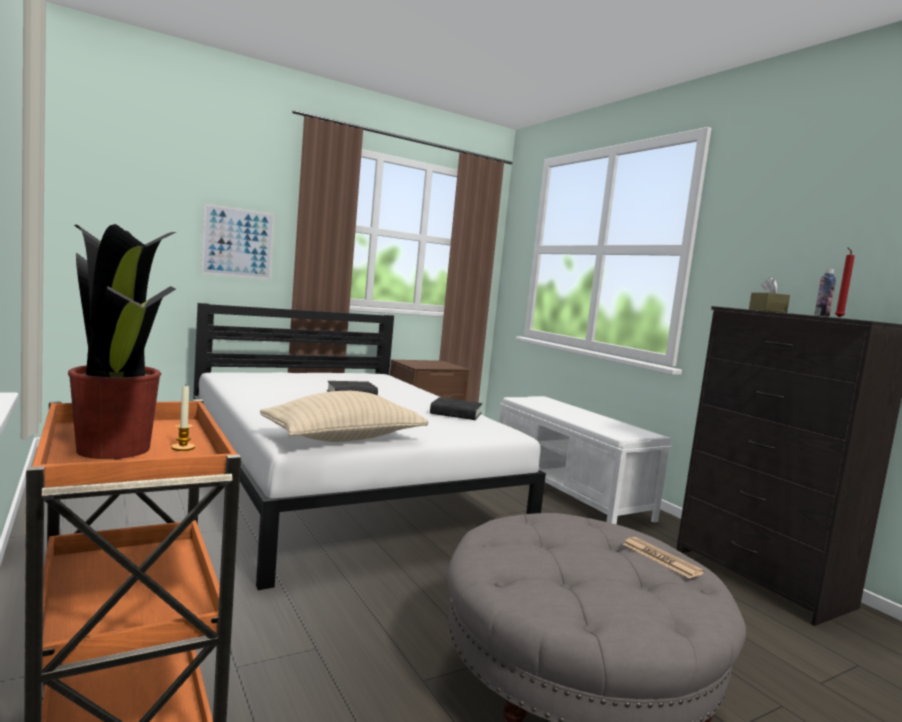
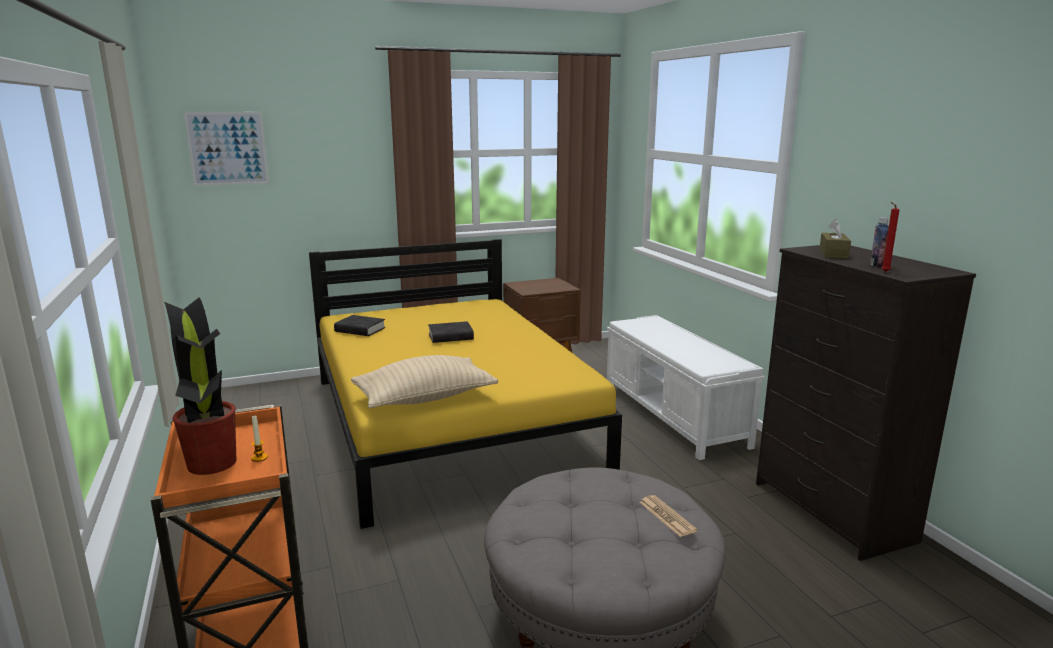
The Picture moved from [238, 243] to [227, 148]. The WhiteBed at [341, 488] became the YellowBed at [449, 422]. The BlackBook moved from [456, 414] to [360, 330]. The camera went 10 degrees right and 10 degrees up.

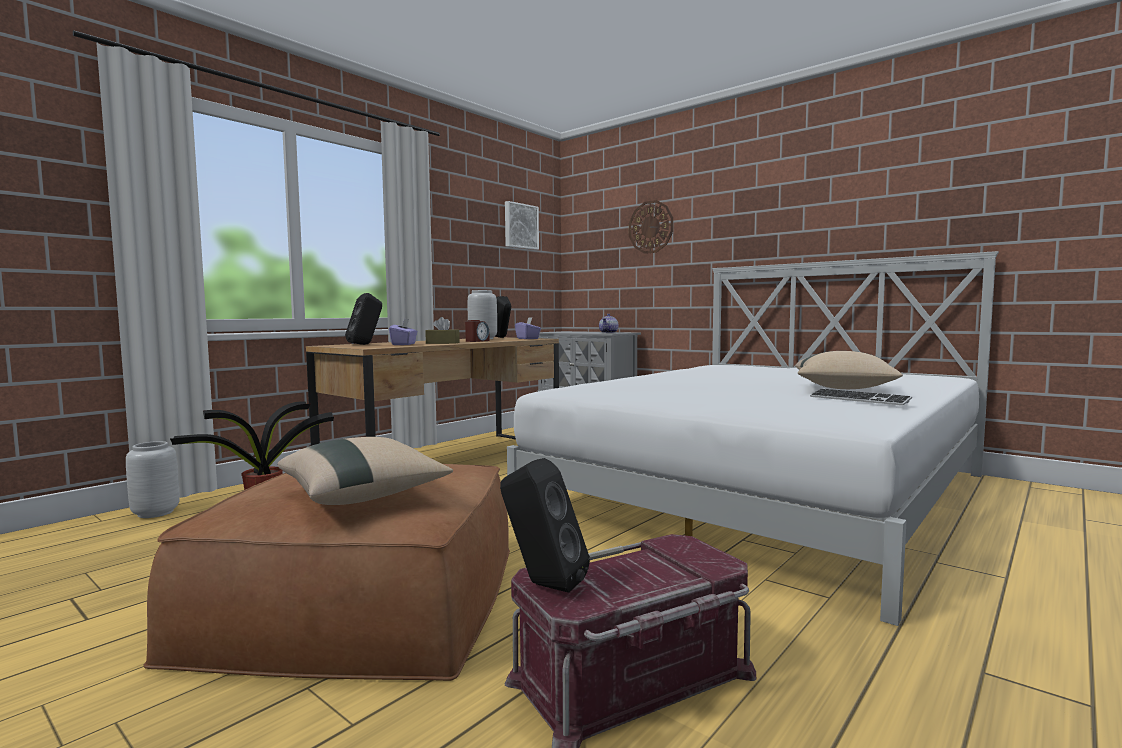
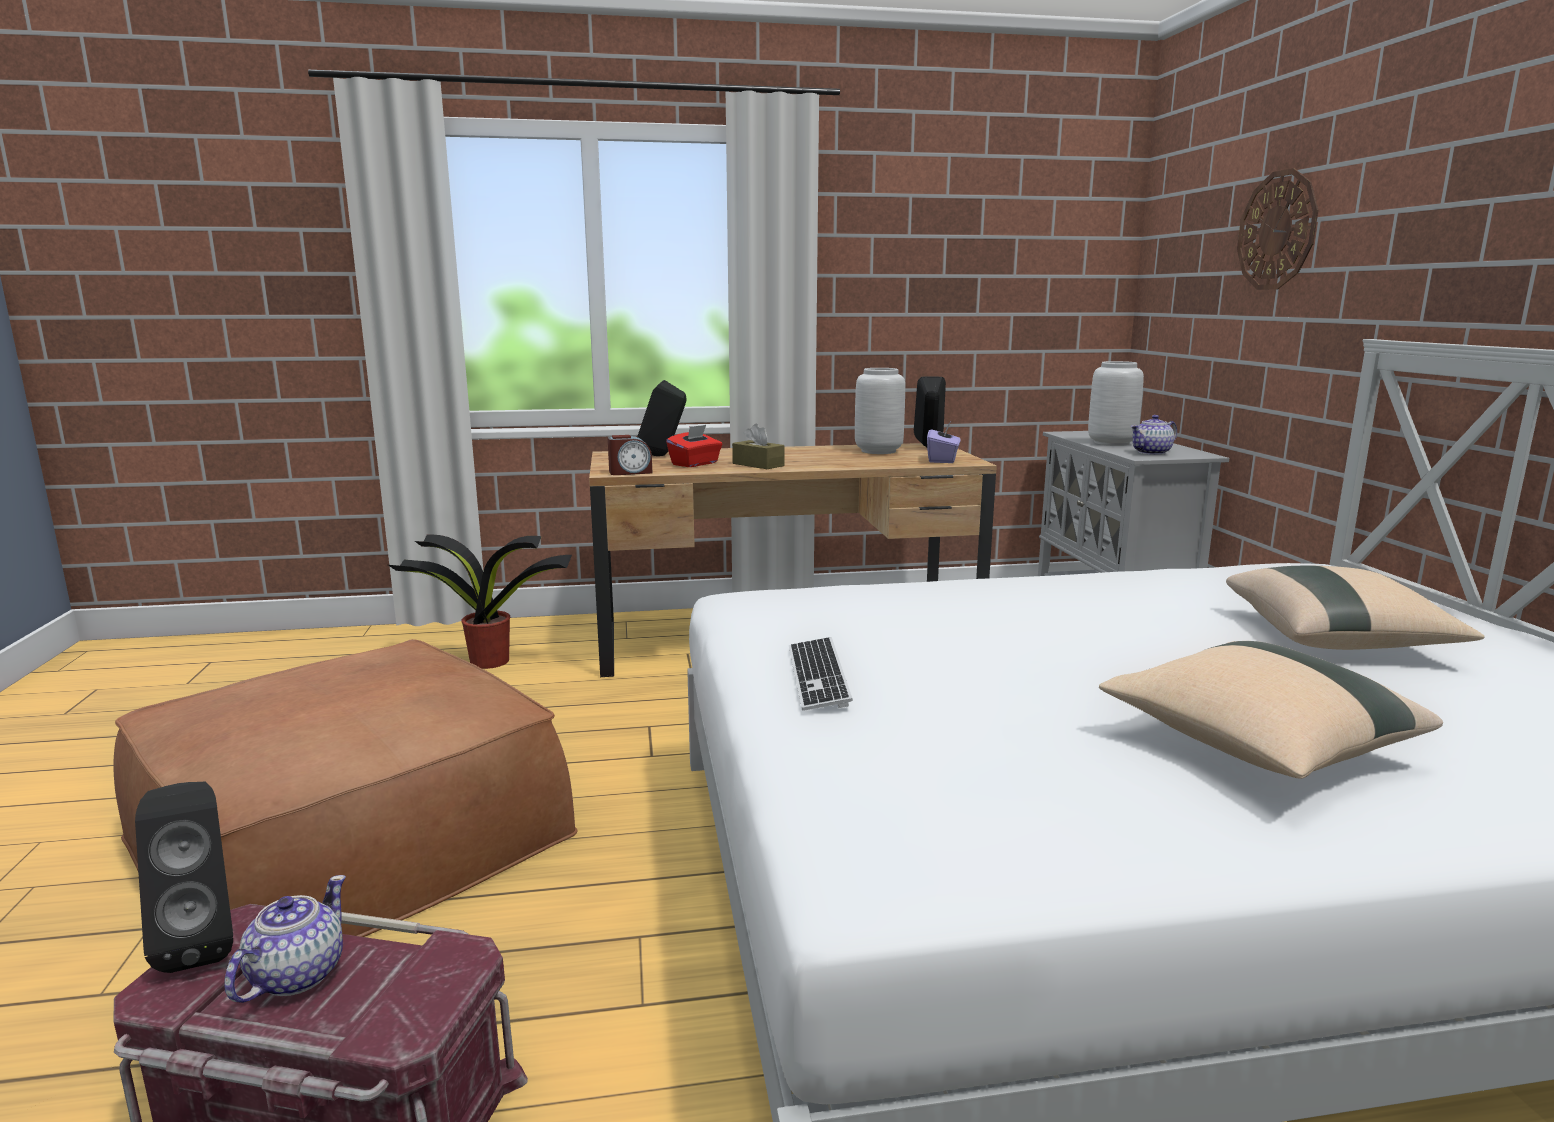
The Picture at [520, 226] disappeared. The PurpleTissueBox at [404, 344] became the RedTissueBox at [695, 464]. The AlarmClock moved from [477, 341] to [630, 472]. The Keyboard moved from [859, 399] to [818, 676]. The BeigePillow moved from [364, 495] to [1338, 640]. The GreyVase moved from [156, 513] to [1112, 443]. The Teapot at [295, 976] appeared. The camera went 40 degrees right and 10 degrees up.

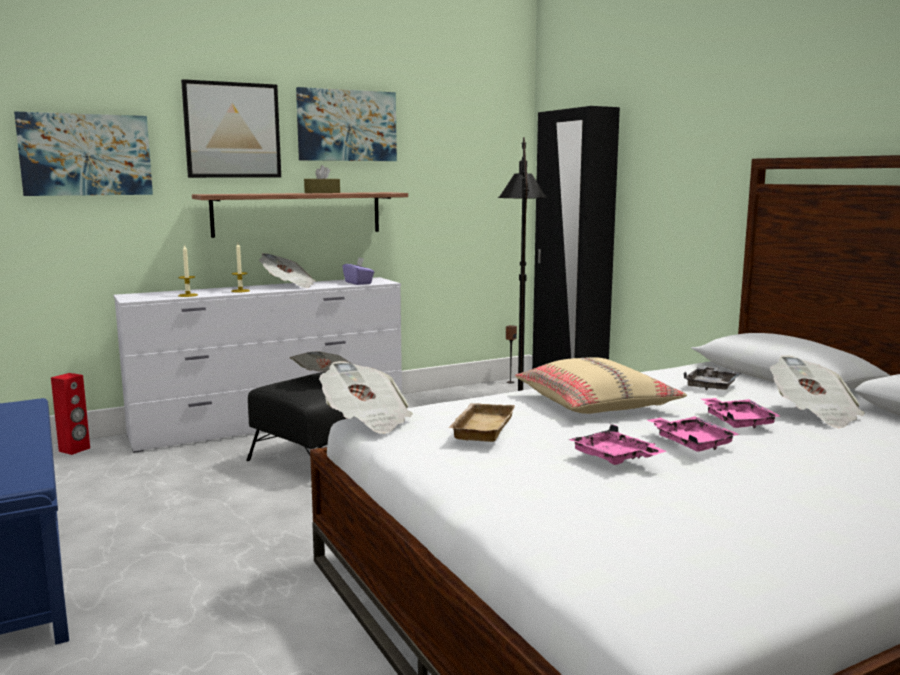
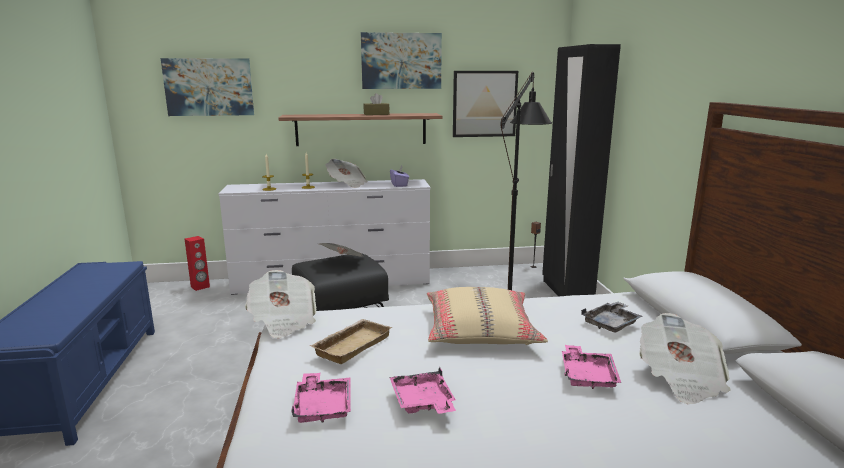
The Picture moved from [232, 130] to [484, 104]. The PinkTray moved from [691, 442] to [323, 406]. The camera went 20 degrees right and 5 degrees up.

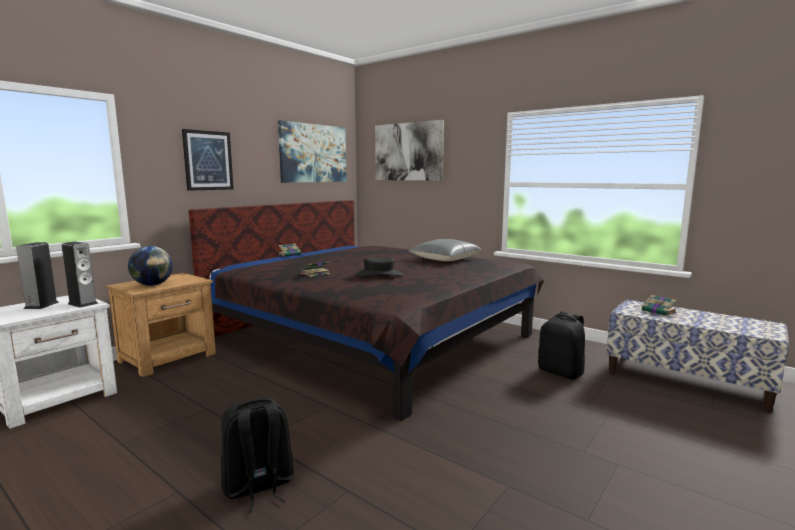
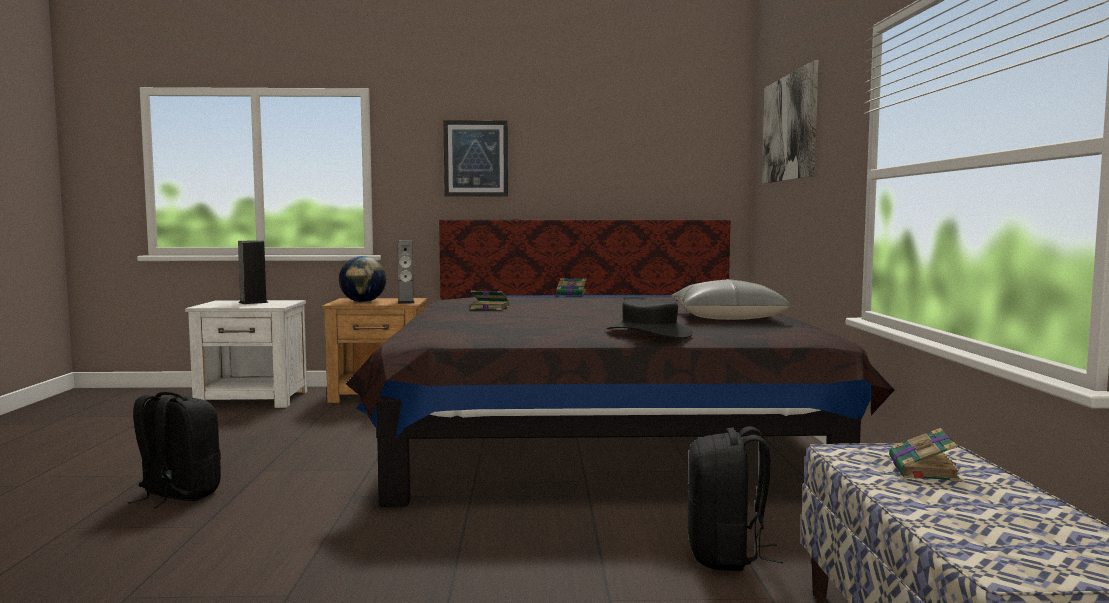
The Picture at [313, 153] disappeared. The Speaker moved from [83, 303] to [406, 302]. The BlackHat moved from [379, 275] to [649, 333]. The camera went 50 degrees right and 5 degrees down.

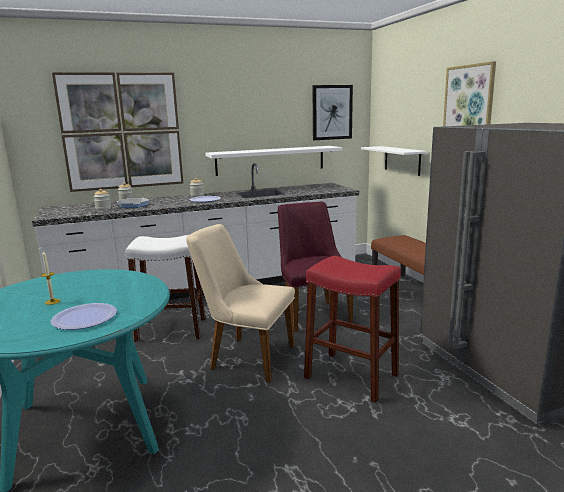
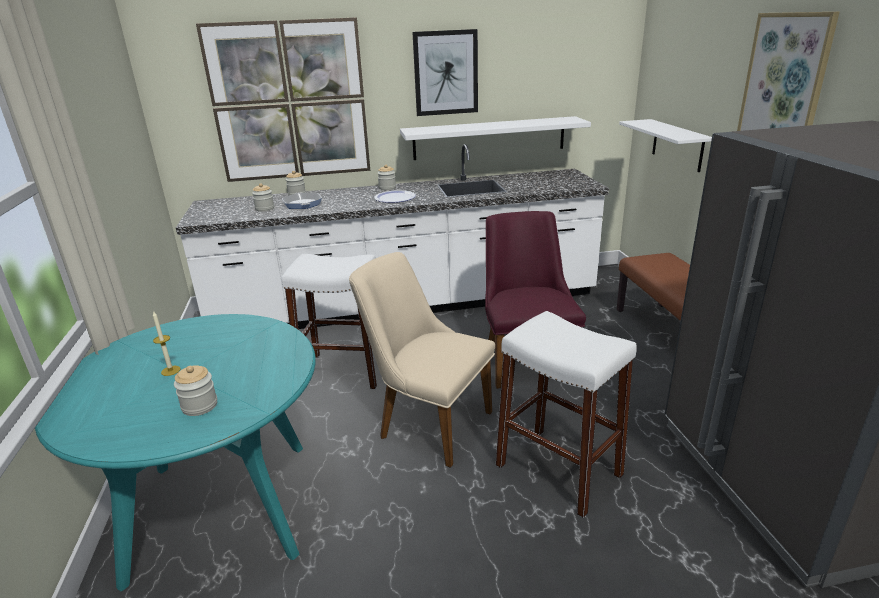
The Picture moved from [332, 112] to [446, 73]. The RedStool at [351, 376] became the WhiteStool at [558, 470]. The Plate at [84, 318] was replaced by the Jar at [200, 406]. The camera went 10 degrees right and 10 degrees up.

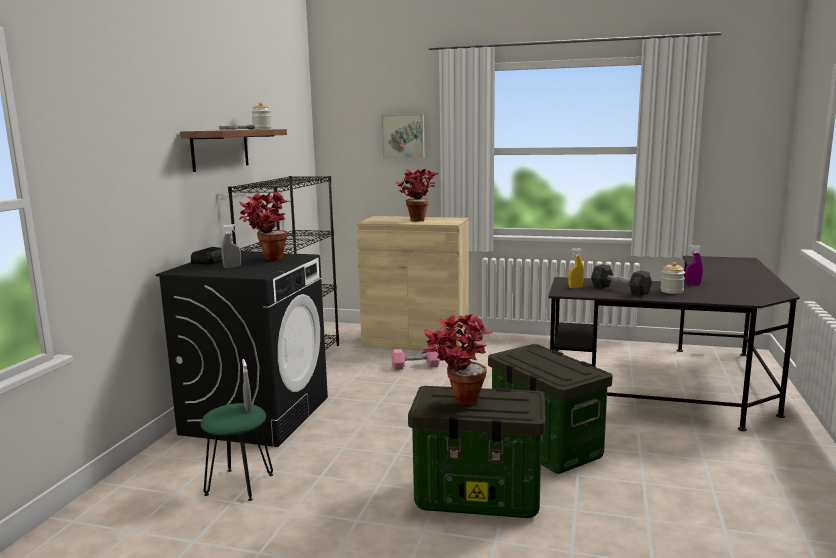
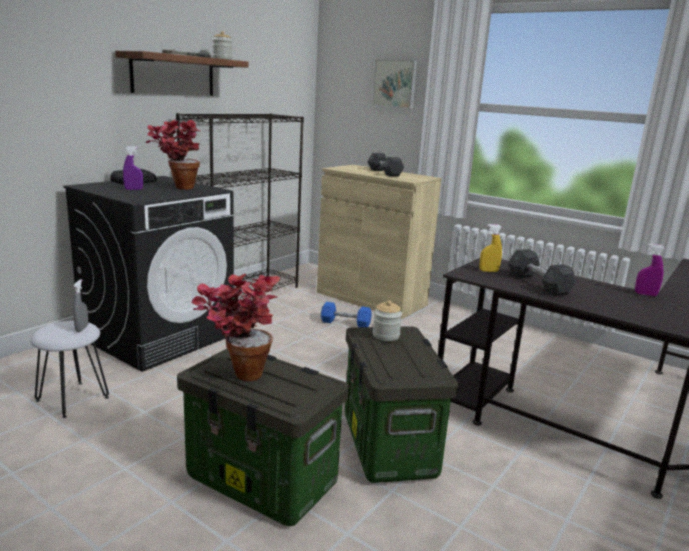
The PottedPlant at [417, 220] was replaced by the GreyDumbbell at [384, 173]. The GreySprayBottle at [232, 267] became the PurpleSprayBottle at [133, 189]. The Jar moved from [671, 291] to [386, 335]. The PinkDumbbell at [415, 366] became the BlueDumbbell at [345, 323]. The GreenStool at [239, 484] became the WhiteStool at [73, 399]. The camera went 20 degrees right and 5 degrees up.

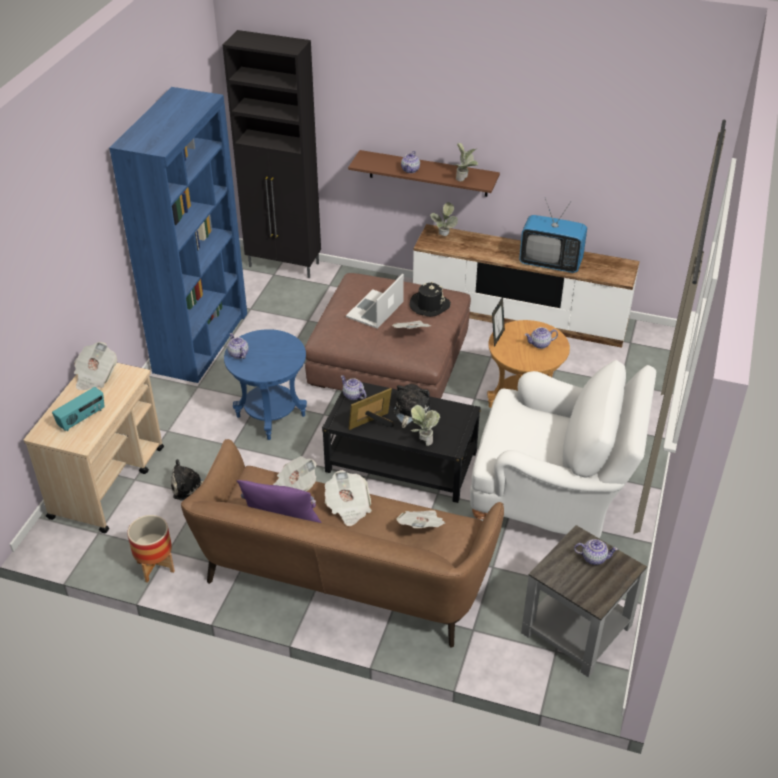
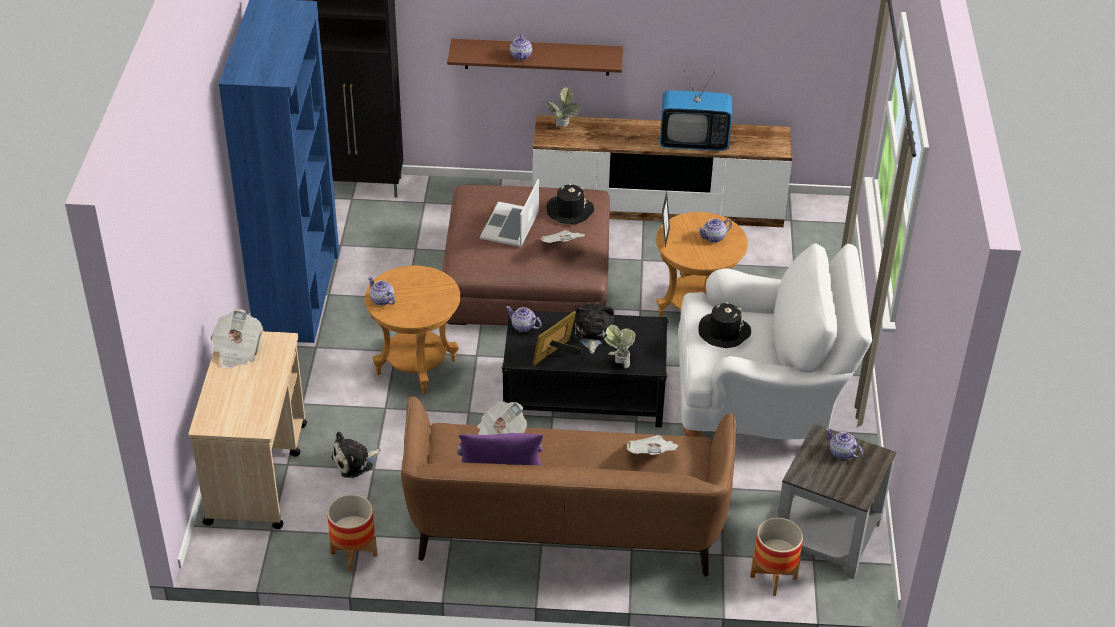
The PottedPlant at [464, 179] disappeared. The BlueSideTable at [270, 416] became the BrownSideTable at [416, 367]. The Radio at [82, 418] disappeared. The Newspaper at [348, 507] disappeared. The Teapot at [593, 558] turned 135 degrees counterclockwise. The BlackHat at [724, 332] appeared. The Planter at [773, 578] appeared. The camera went 15 degrees left and 0 degrees up.

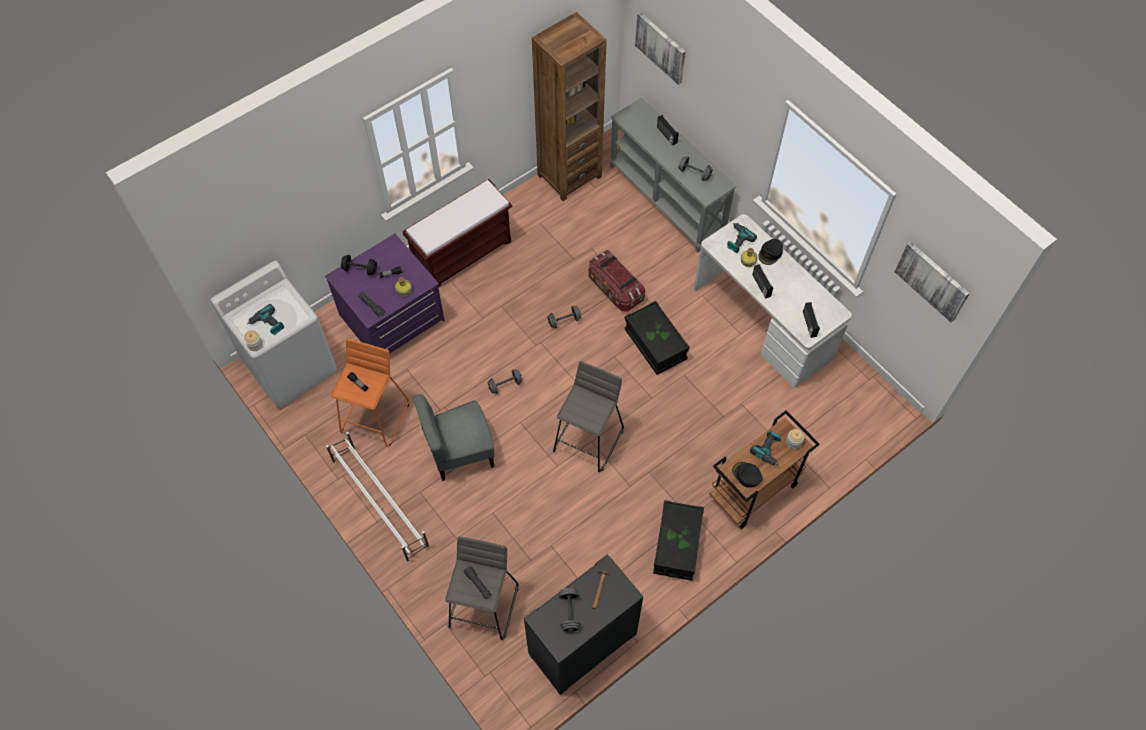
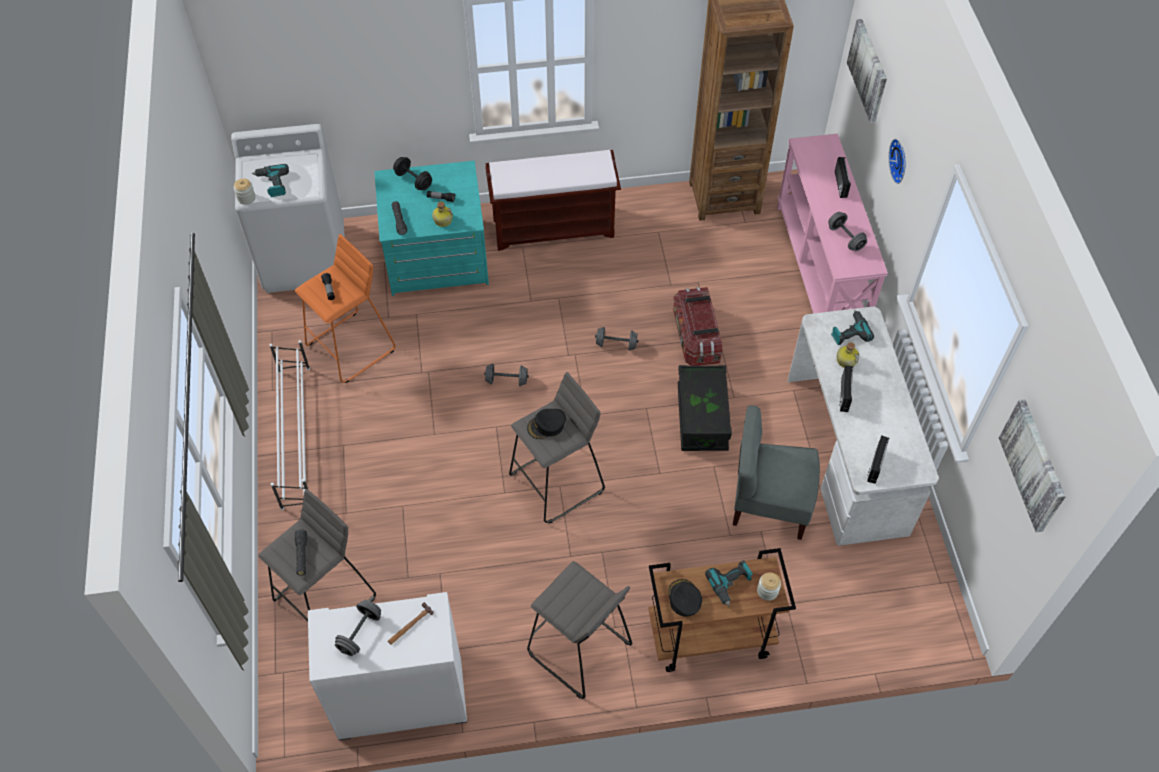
The GreyConsoleTable at [667, 199] became the PinkConsoleTable at [821, 269]. The PurpleDresser at [392, 318] became the TurquoiseDresser at [437, 258]. The BlackCap moved from [770, 253] to [546, 426]. The GreyChair moved from [460, 452] to [768, 504]. The BlackStorageBox at [677, 546] was replaced by the GreyStool at [579, 650]. The BlackCabinet at [582, 645] became the WhiteCabinet at [400, 700]. The WallClock at [900, 160] appeared. The camera went 30 degrees right and 5 degrees down.

